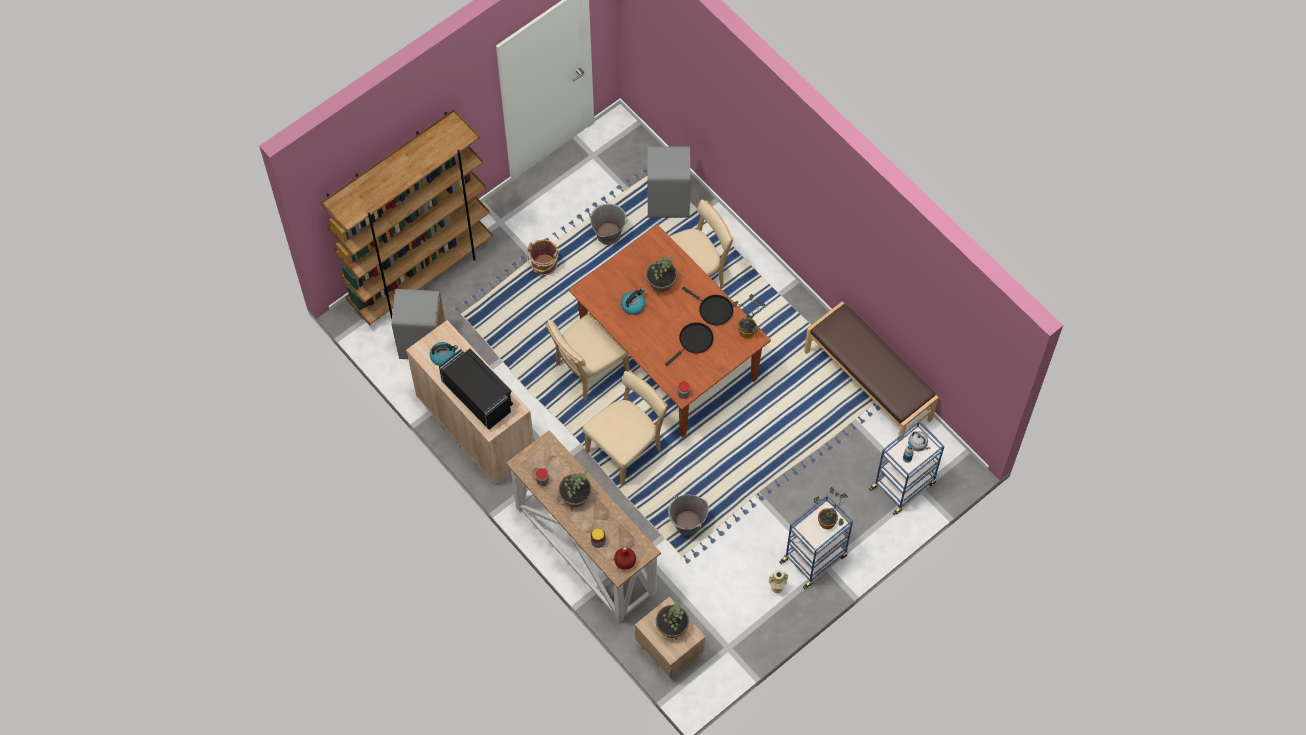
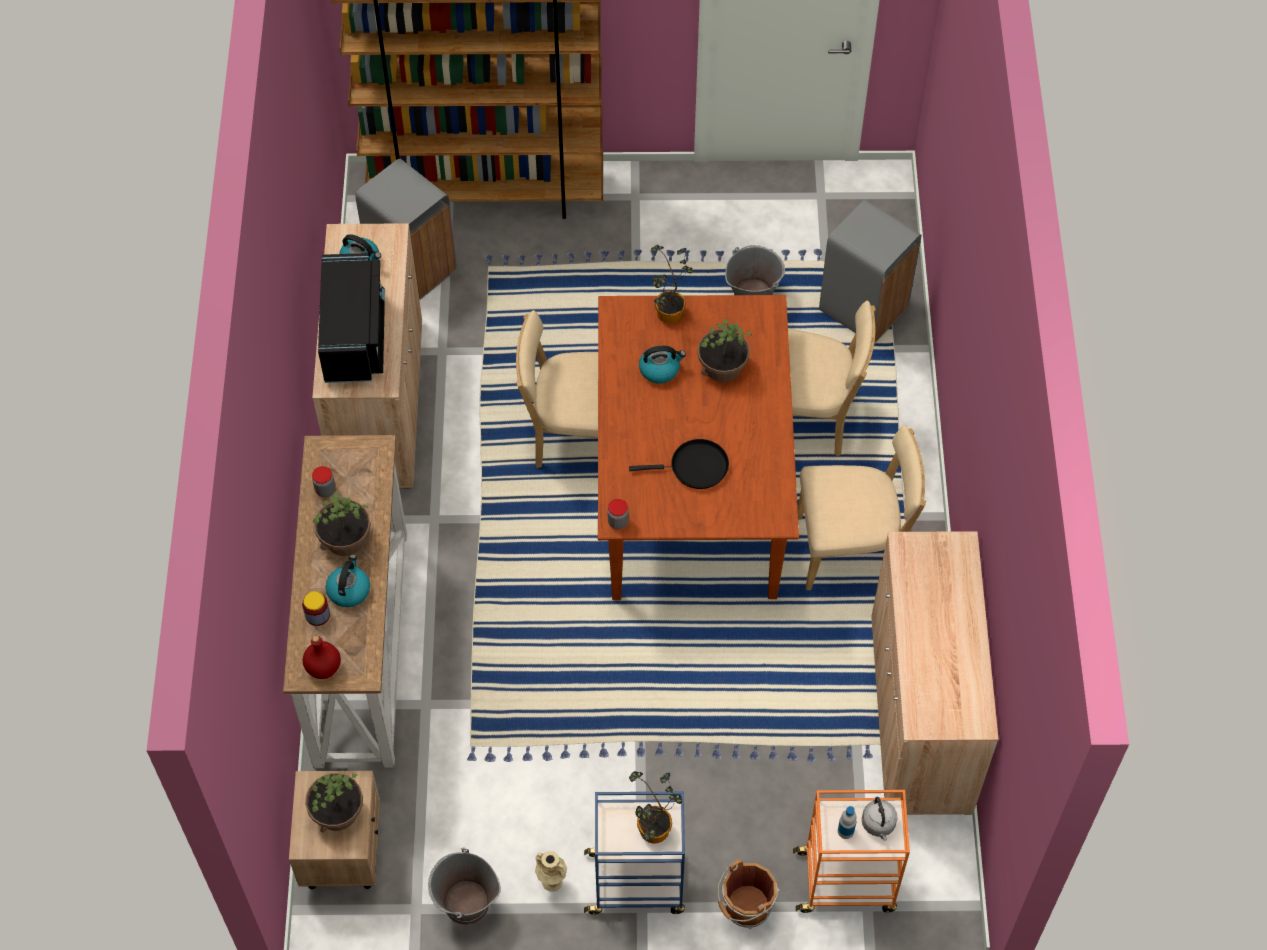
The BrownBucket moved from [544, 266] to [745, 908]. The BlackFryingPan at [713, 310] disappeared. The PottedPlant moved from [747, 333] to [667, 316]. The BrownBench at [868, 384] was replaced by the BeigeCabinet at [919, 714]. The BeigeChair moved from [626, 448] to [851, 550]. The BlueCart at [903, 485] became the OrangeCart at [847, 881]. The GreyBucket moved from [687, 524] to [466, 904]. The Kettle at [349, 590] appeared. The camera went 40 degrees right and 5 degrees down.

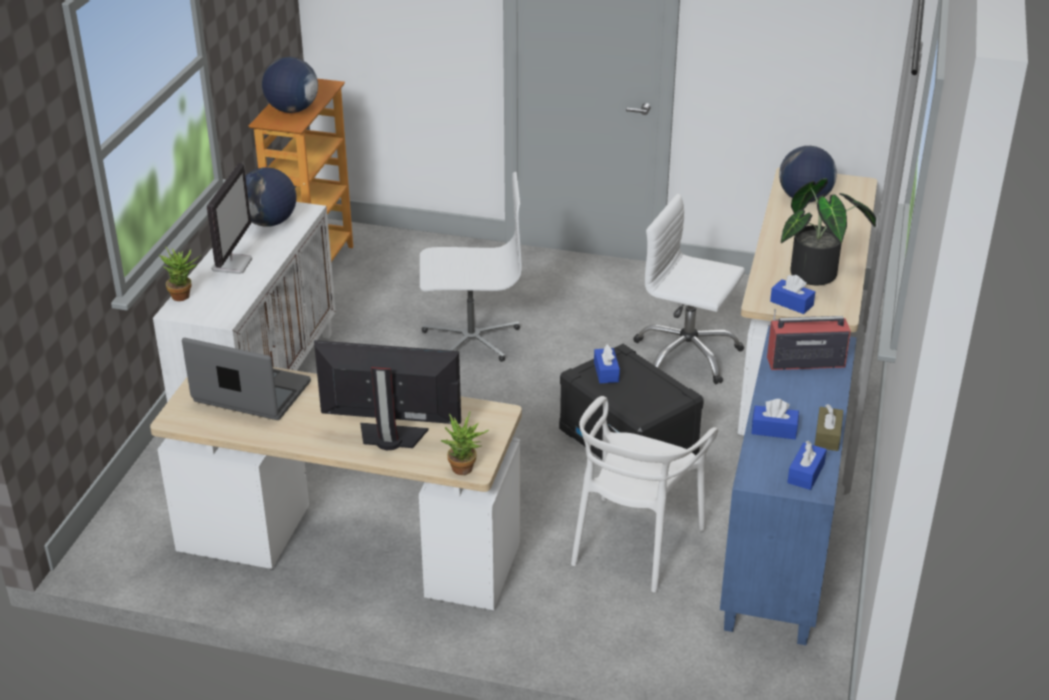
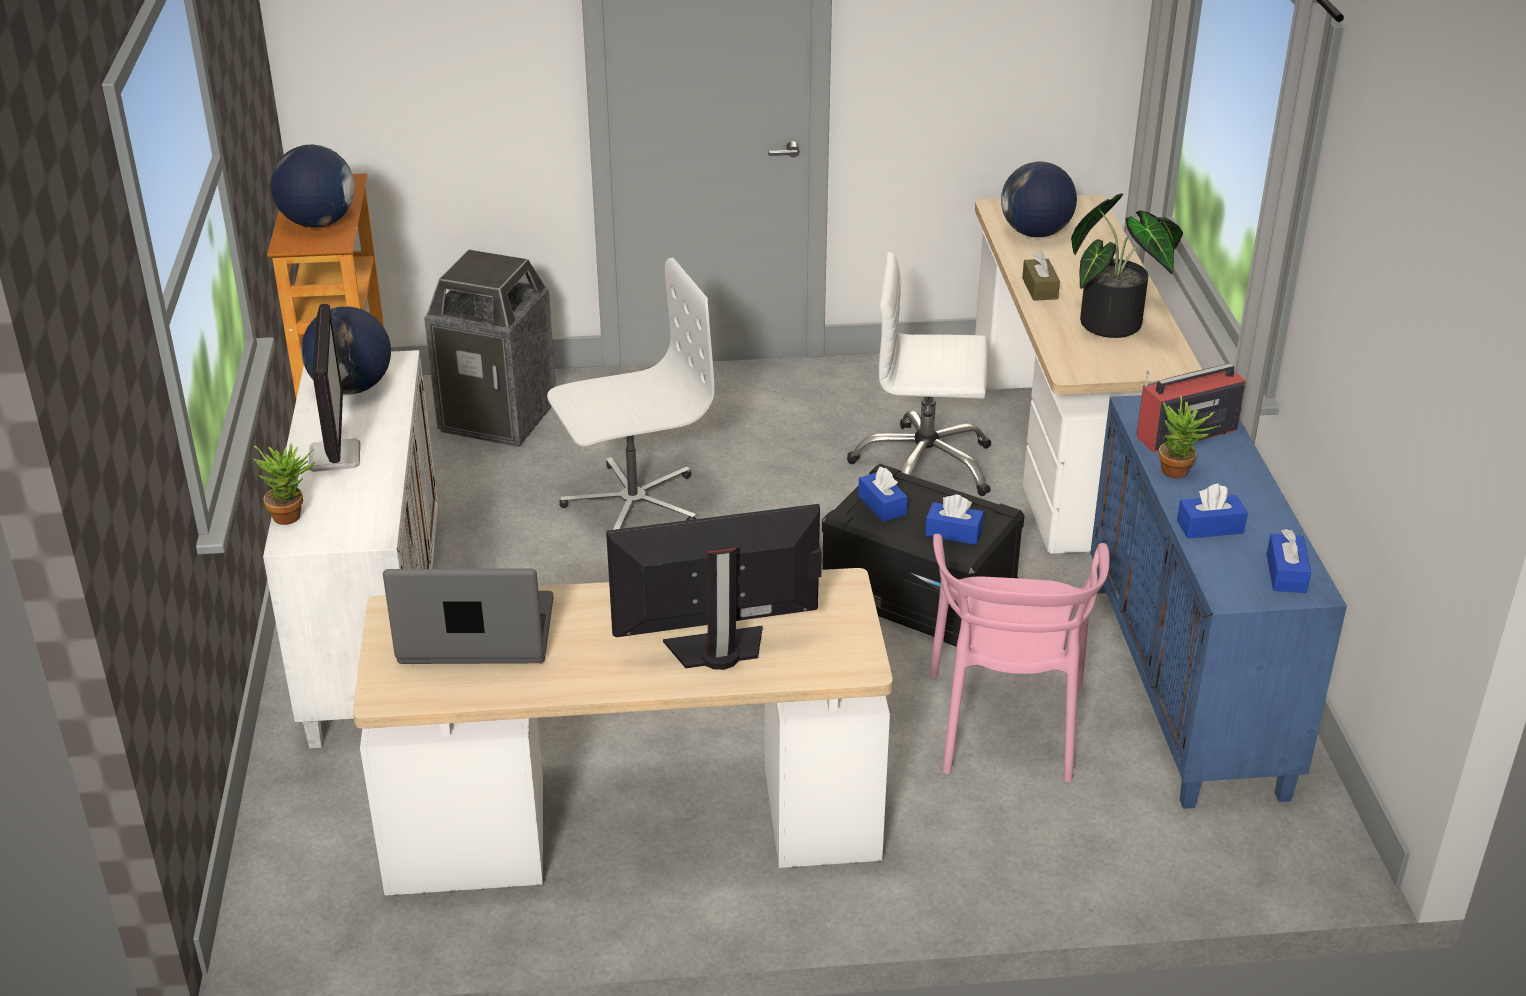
The BlueTissueBox moved from [791, 303] to [953, 532]. The WhiteChair at [634, 543] became the PinkChair at [1006, 724]. The BrownTissueBox moved from [827, 436] to [1040, 288]. The PottedPlant moved from [465, 471] to [1180, 473]. The TrashCan at [499, 417] appeared. The camera went 20 degrees left and 0 degrees up.

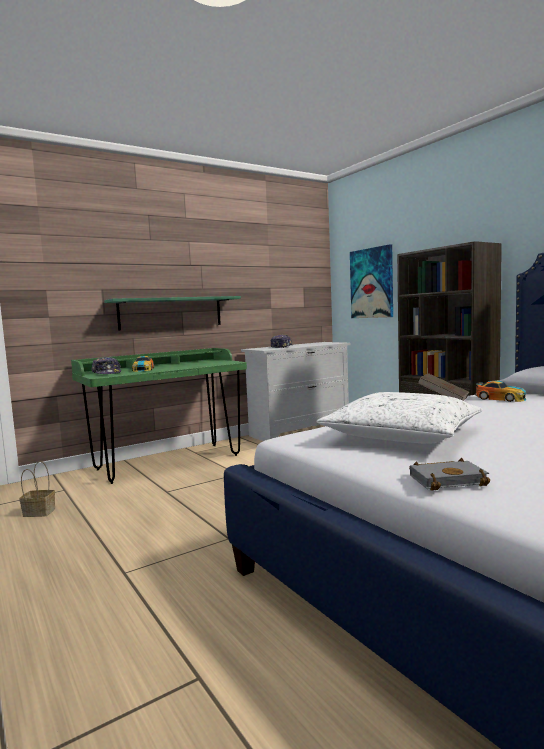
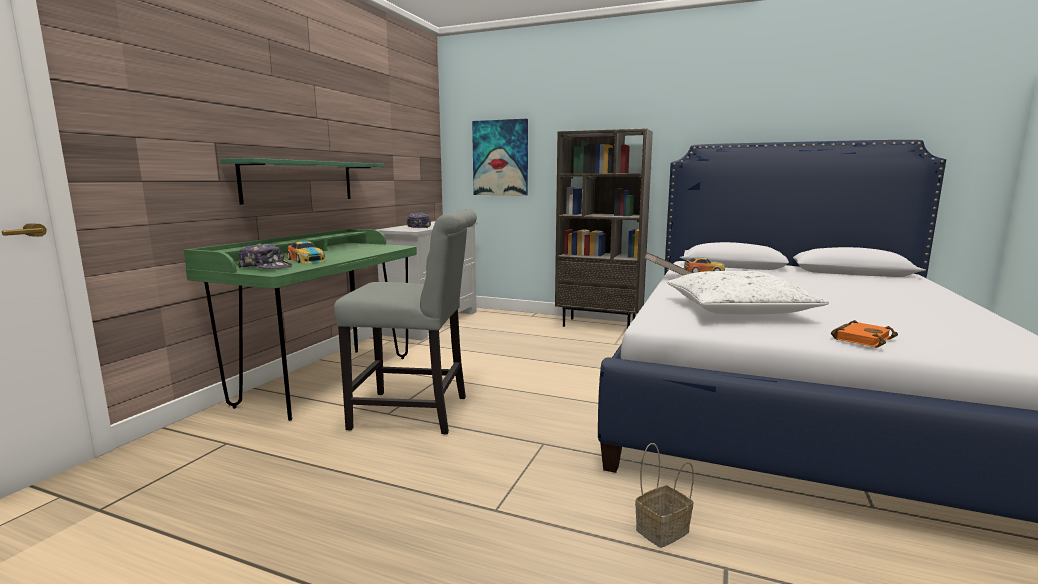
The GreyBook at [448, 479] became the OrangeBook at [861, 338]. The Basket moved from [38, 513] to [662, 532]. The GreyChair at [416, 413] appeared. The camera went 35 degrees left and 5 degrees up.

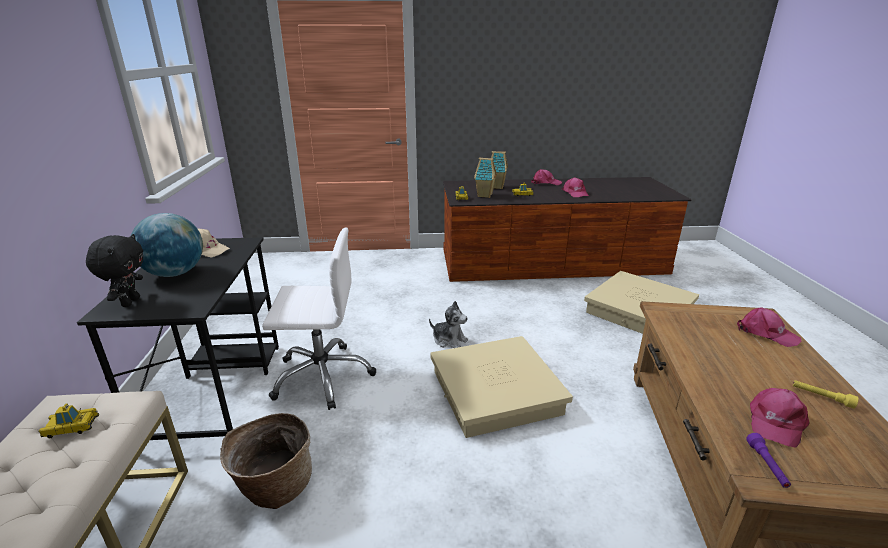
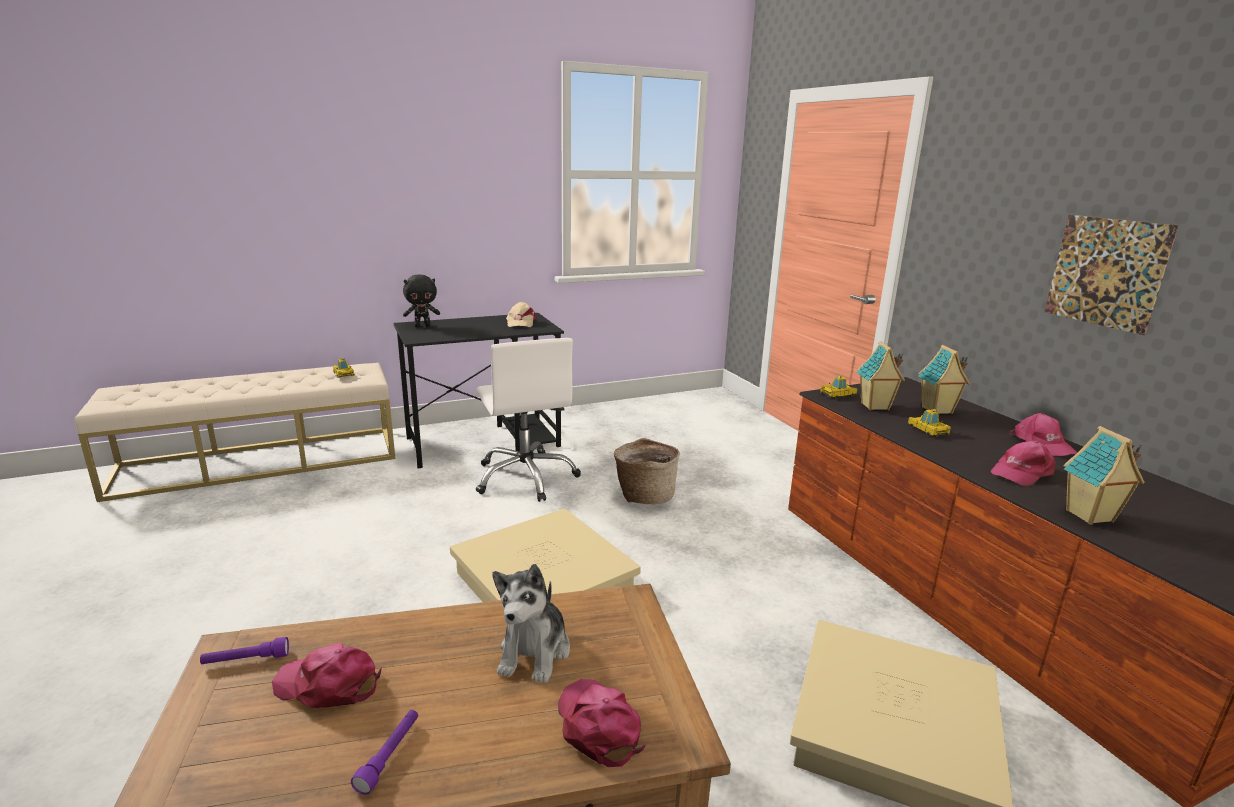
The Globe at [175, 273] disappeared. The PlushToy moved from [449, 340] to [534, 652]. The PinkCap at [766, 333] turned 135 degrees clockwise. The YellowFlashlight at [821, 397] became the PurpleFlashlight at [389, 756]. The Basket moved from [274, 486] to [644, 495]. The Picture at [1106, 272] appeared. The ToyHouse at [1090, 516] appeared. The camera went 70 degrees right and 5 degrees down.

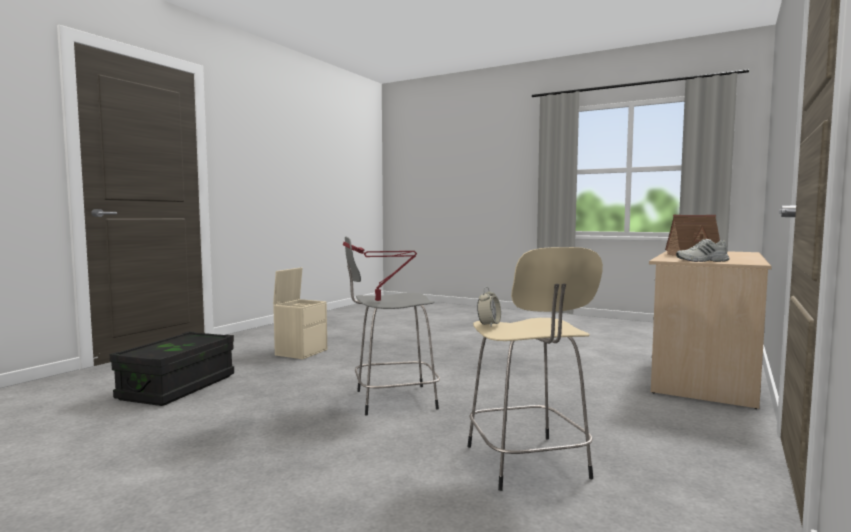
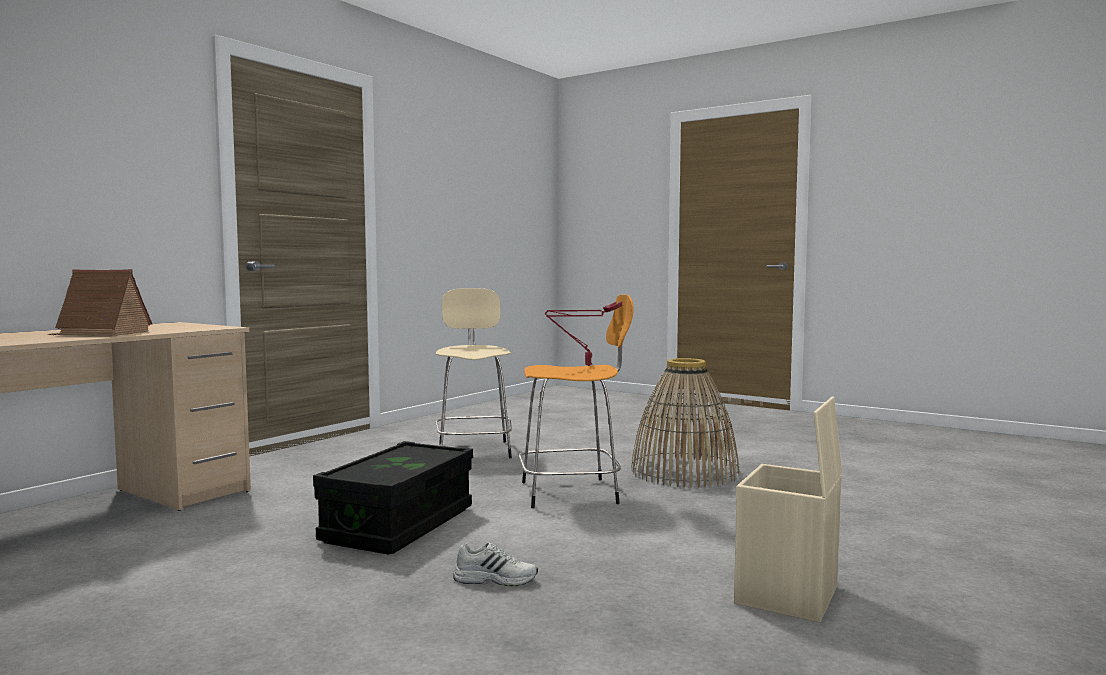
The GreyStool at [392, 400] became the OrangeStool at [573, 492]. The WhiteShoe moved from [702, 261] to [496, 579]. The AlarmClock at [489, 324] disappeared. The BlackStorageBox moved from [178, 387] to [399, 525]. The Basket at [684, 472] appeared. The camera went 175 degrees left and 0 degrees up.

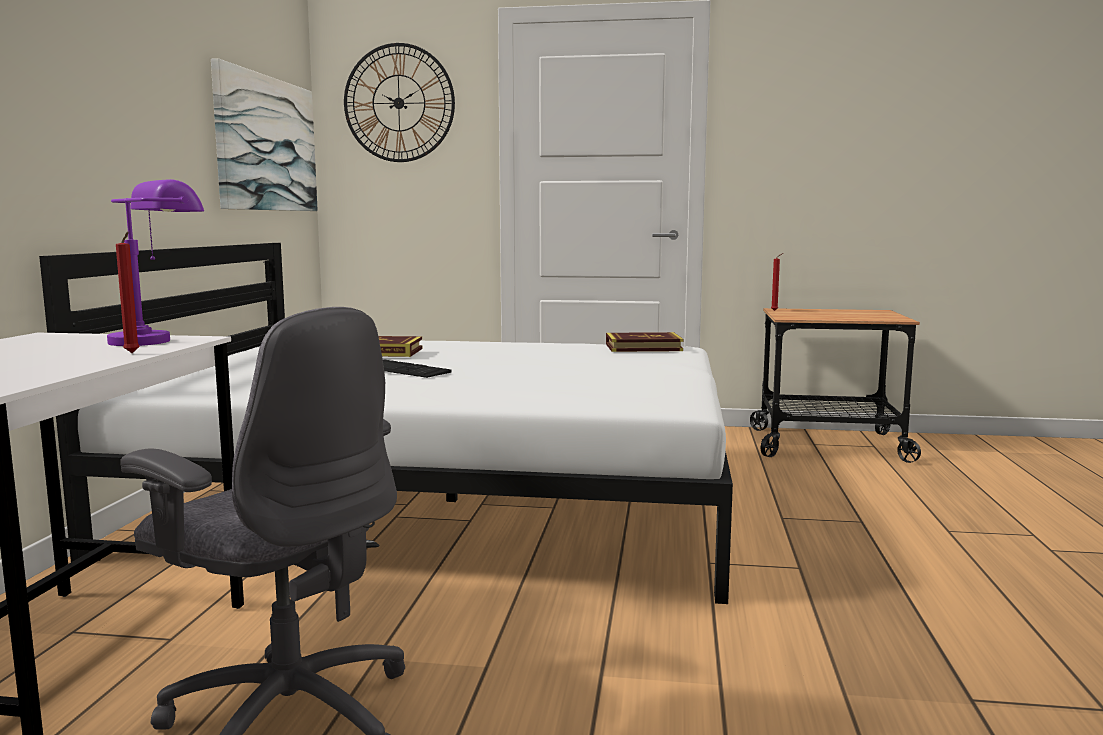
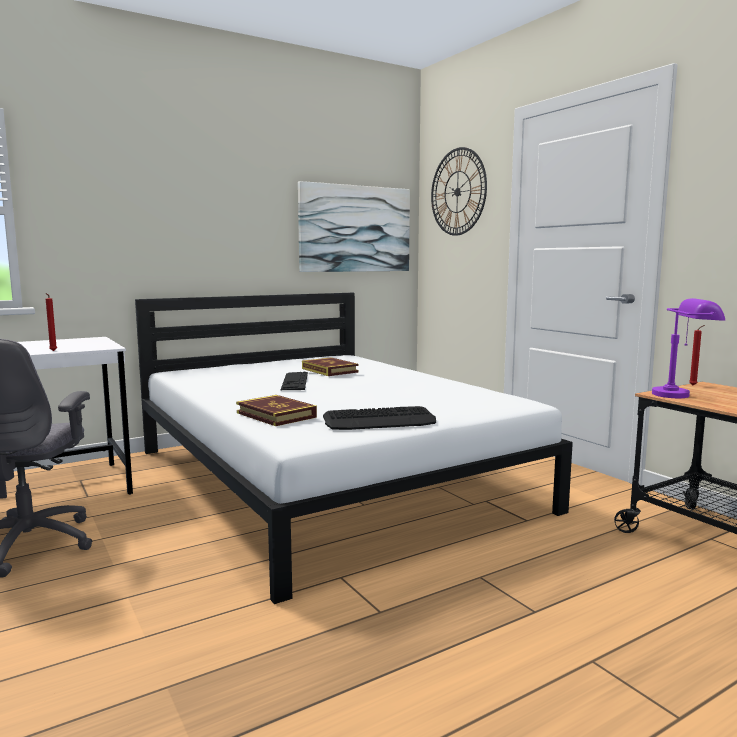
The PurpleTableLamp moved from [159, 340] to [682, 394]. The Book moved from [643, 347] to [276, 415]. The Keyboard at [380, 420] appeared. The camera went 50 degrees right and 0 degrees up.

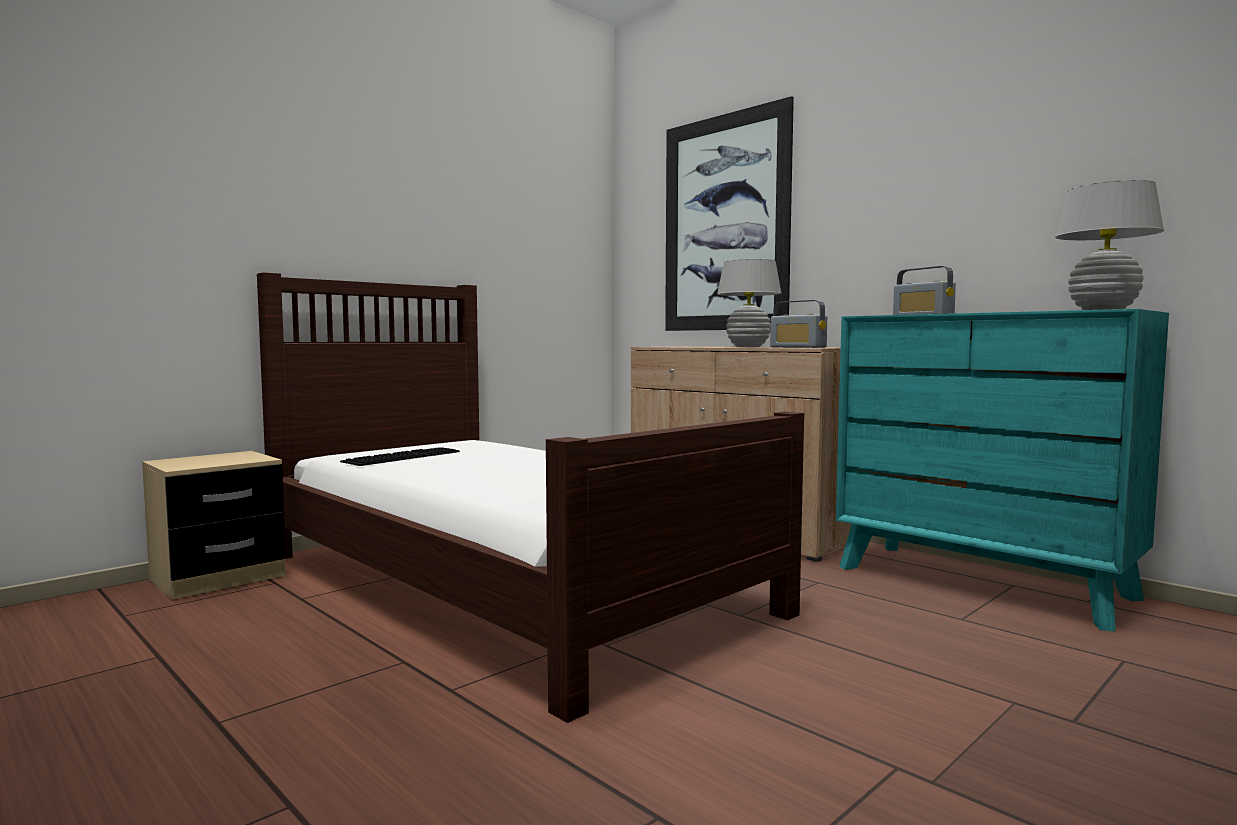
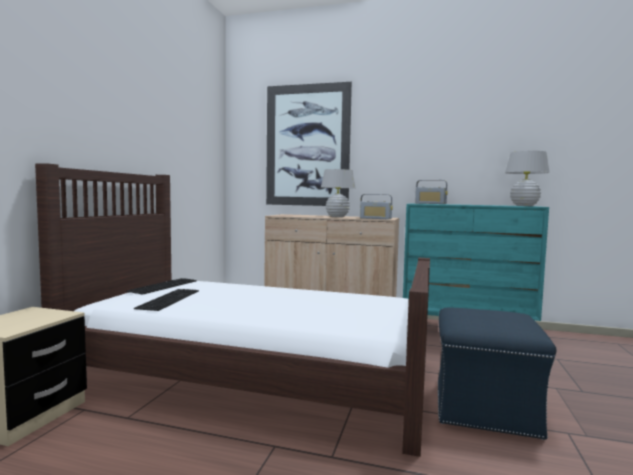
The Keyboard at [163, 285] appeared. The BlueOttoman at [485, 407] appeared. The camera went 30 degrees left and 0 degrees up.

